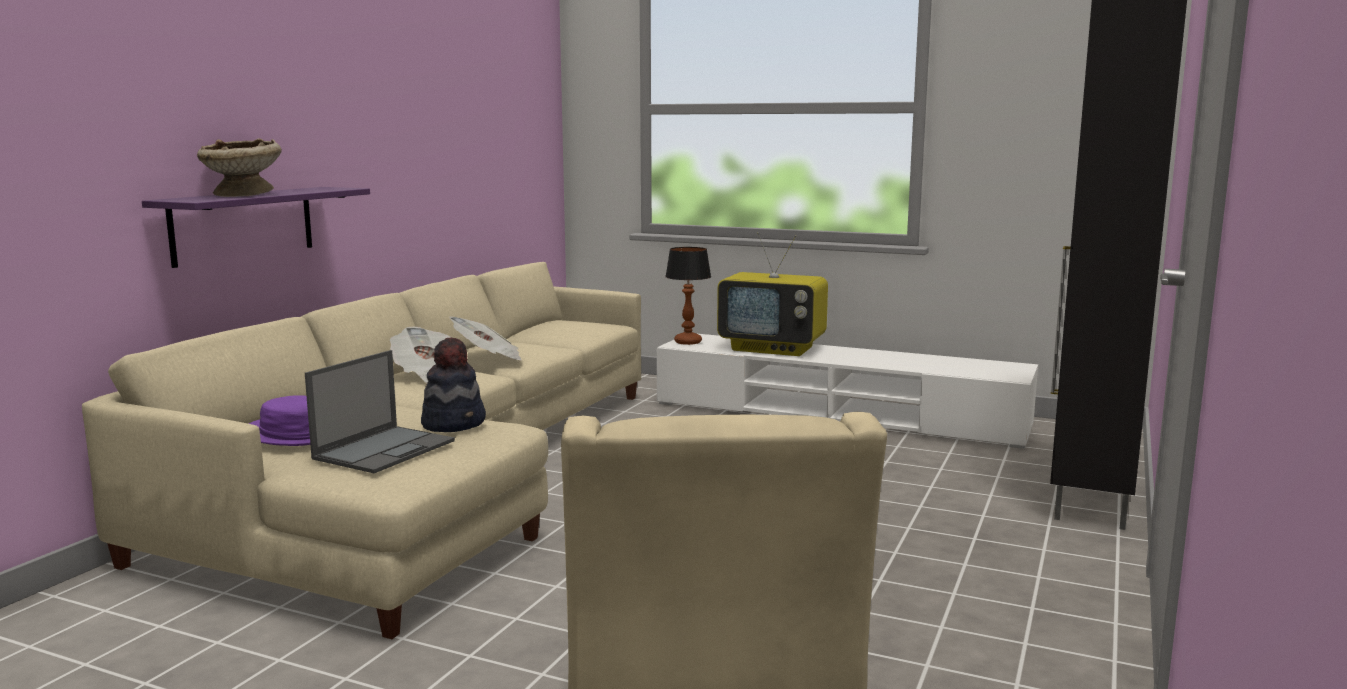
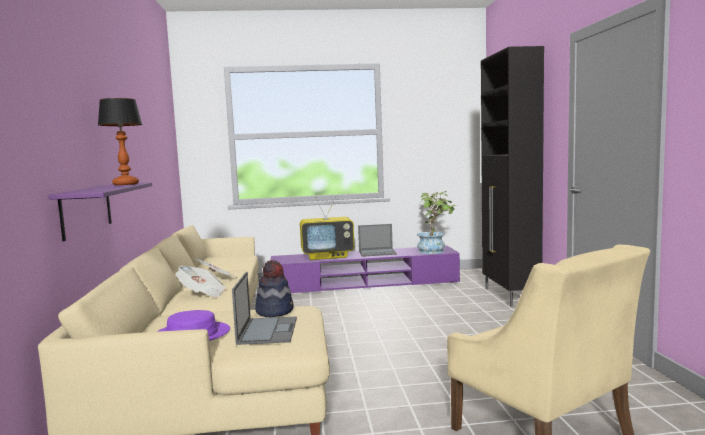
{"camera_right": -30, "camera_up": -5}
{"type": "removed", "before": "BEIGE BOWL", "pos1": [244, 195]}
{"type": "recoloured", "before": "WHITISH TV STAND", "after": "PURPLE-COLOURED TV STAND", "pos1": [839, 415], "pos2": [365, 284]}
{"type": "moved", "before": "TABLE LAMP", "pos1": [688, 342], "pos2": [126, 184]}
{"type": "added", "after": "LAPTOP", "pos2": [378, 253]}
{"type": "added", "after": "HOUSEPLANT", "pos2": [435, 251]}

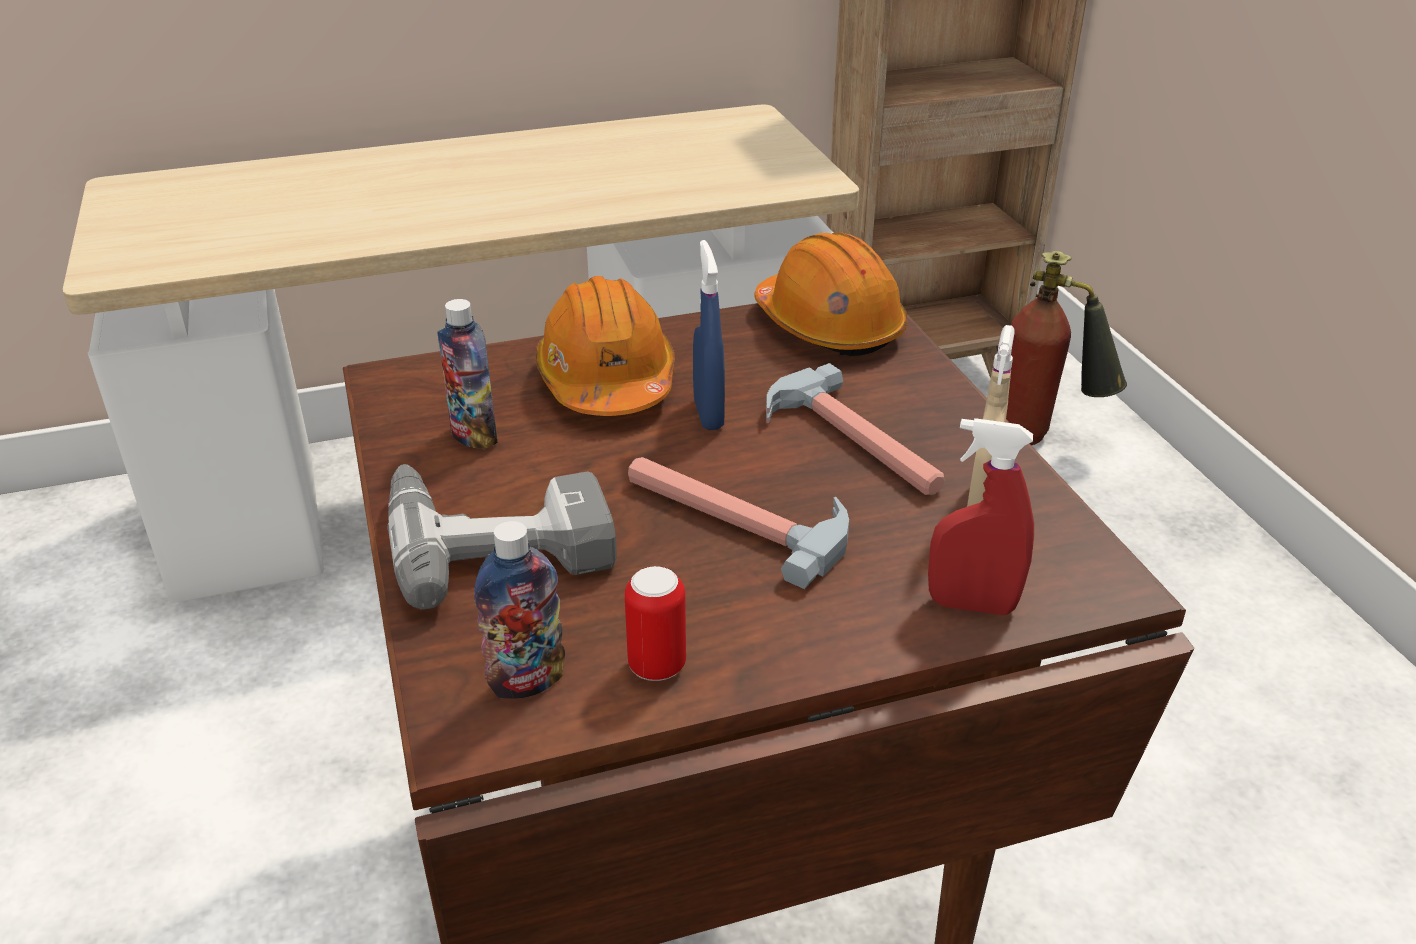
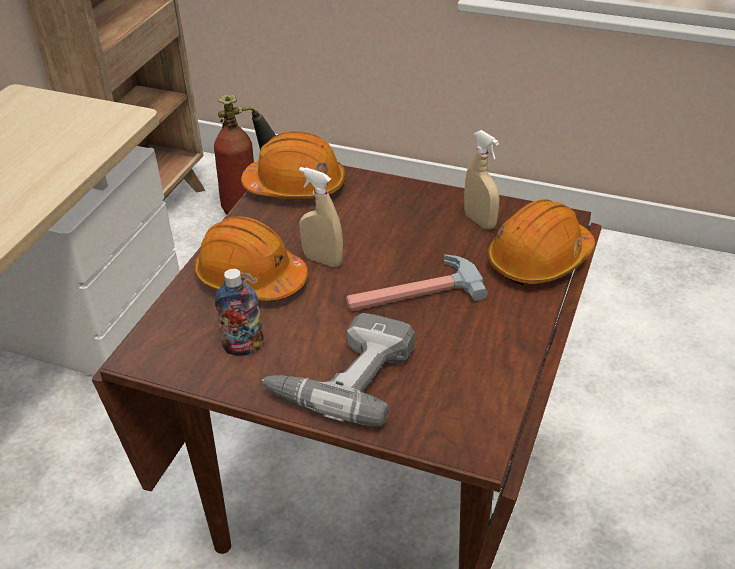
{"camera_right": -50, "camera_up": 5}
{"type": "removed", "before": "BEVERAGE BOTTLE", "pos1": [527, 681]}
{"type": "removed", "before": "SEALED CAN", "pos1": [657, 666]}
{"type": "recoloured", "before": "BLUE-COLOURED SPRAYER", "after": "BEIGE SPRAYER", "pos1": [708, 414], "pos2": [322, 260]}
{"type": "removed", "before": "HAND HAMMER", "pos1": [852, 443]}
{"type": "replaced", "before": "RED-COLOURED SPRAYER", "after": "ORANGEY WORK HELMET", "pos1": [971, 605], "pos2": [539, 260]}

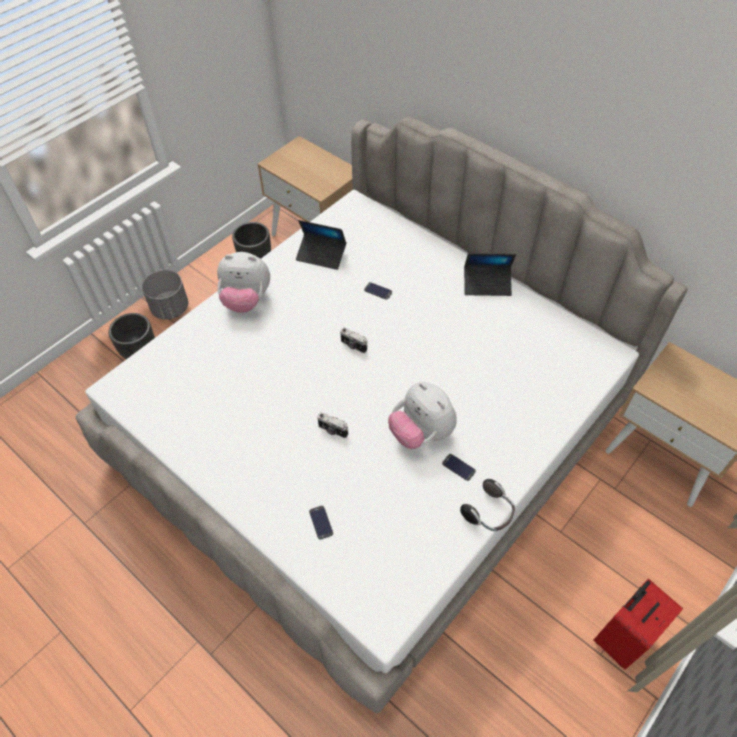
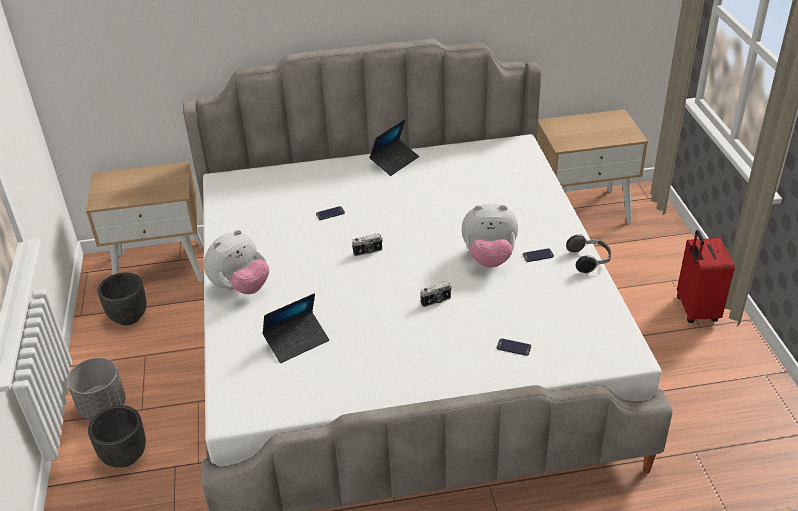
{"camera_right": -50, "camera_up": -15}
{"type": "moved", "before": "LAPTOP", "pos1": [321, 255], "pos2": [297, 341]}

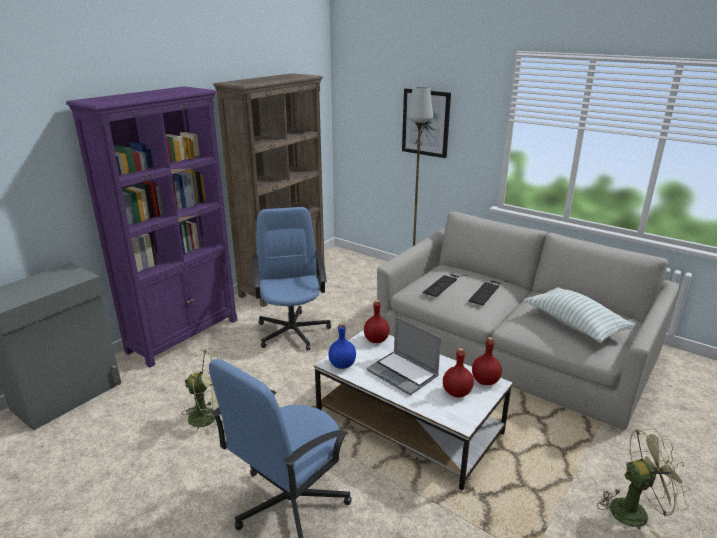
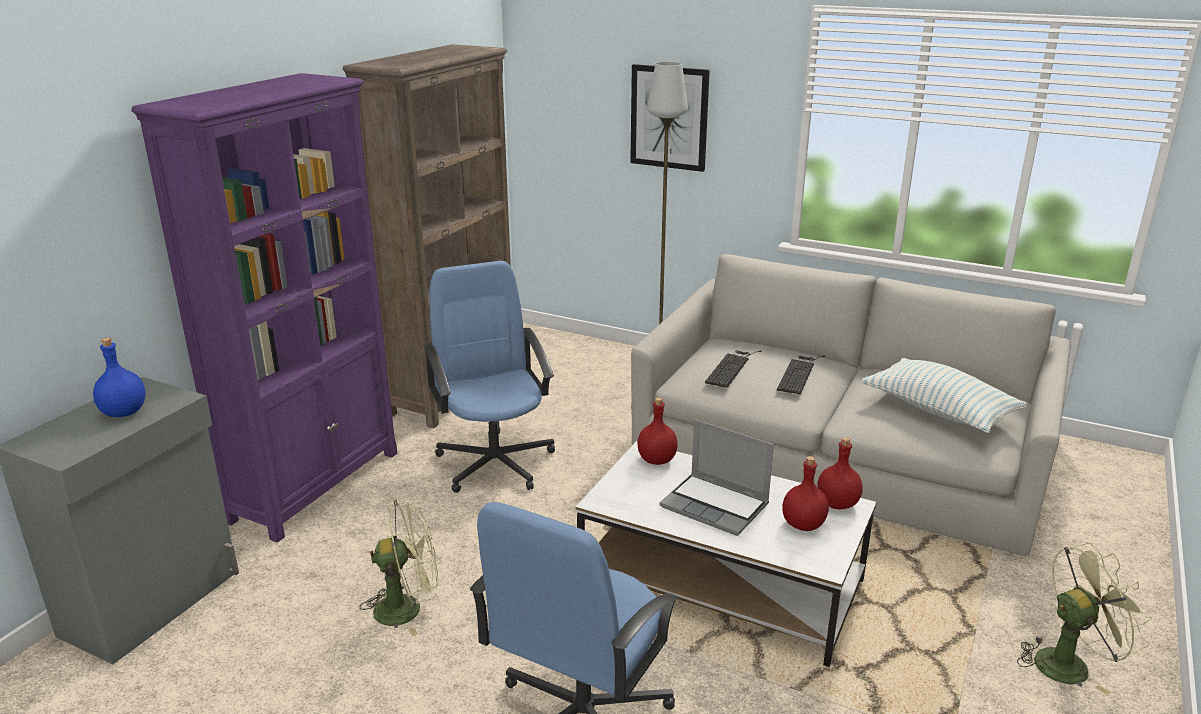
{"camera_right": -10, "camera_up": 0}
{"type": "moved", "before": "BLUE-COLOURED BEVERAGE BOTTLE", "pos1": [342, 365], "pos2": [123, 413]}

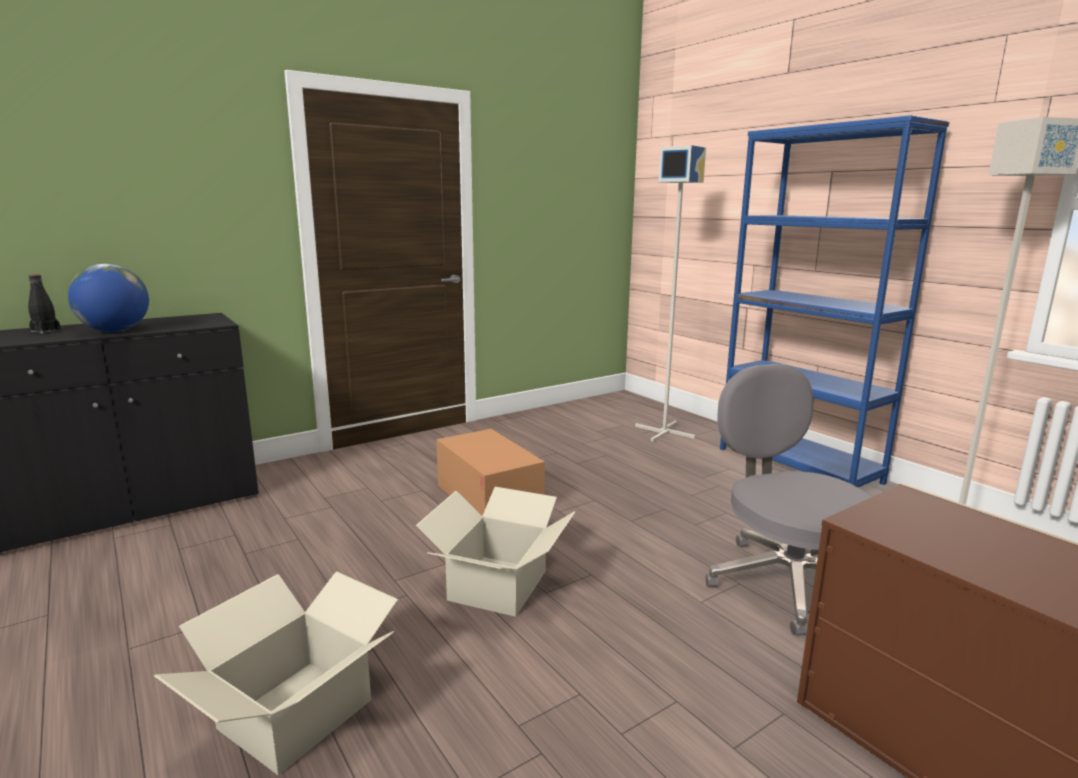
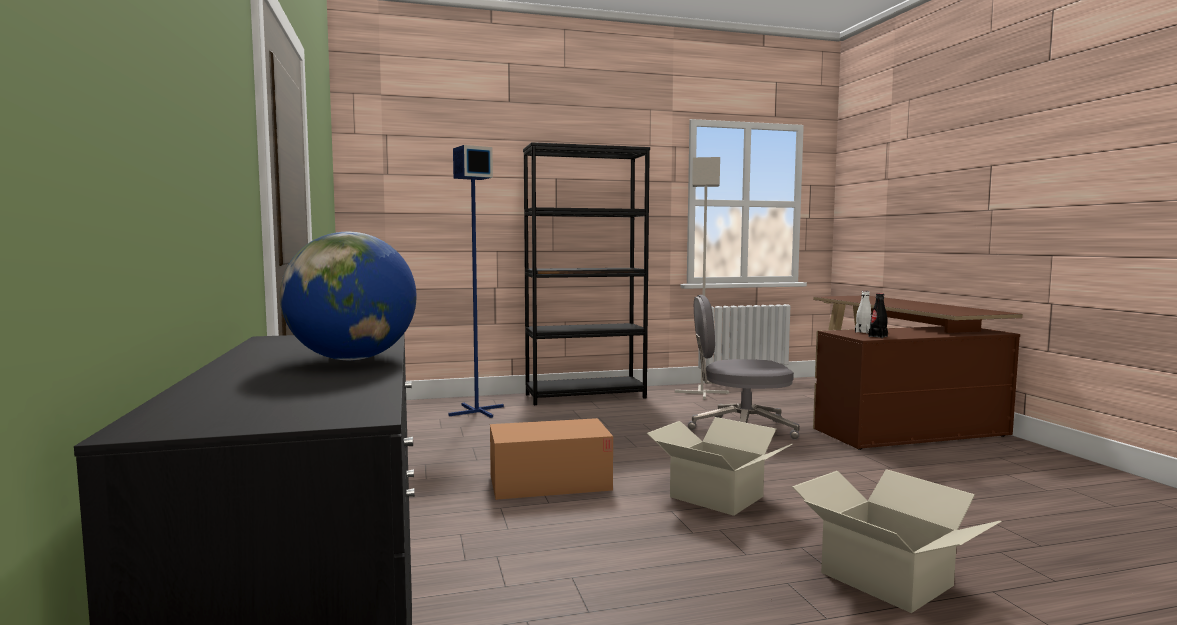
{"camera_right": -70, "camera_up": -10}
{"type": "moved", "before": "BLACKISH BEVERAGE BOTTLE", "pos1": [46, 331], "pos2": [878, 336]}
{"type": "recoloured", "before": "GRAY FLOOR LAMP", "after": "BLUE-COLOURED FLOOR LAMP", "pos1": [664, 431], "pos2": [476, 411]}
{"type": "recoloured", "before": "BLUE-COLOURED BOOKCASE", "after": "BLACKISH BOOKCASE", "pos1": [798, 465], "pos2": [585, 396]}
{"type": "added", "after": "WHITISH BEVERAGE BOTTLE", "pos2": [863, 332]}

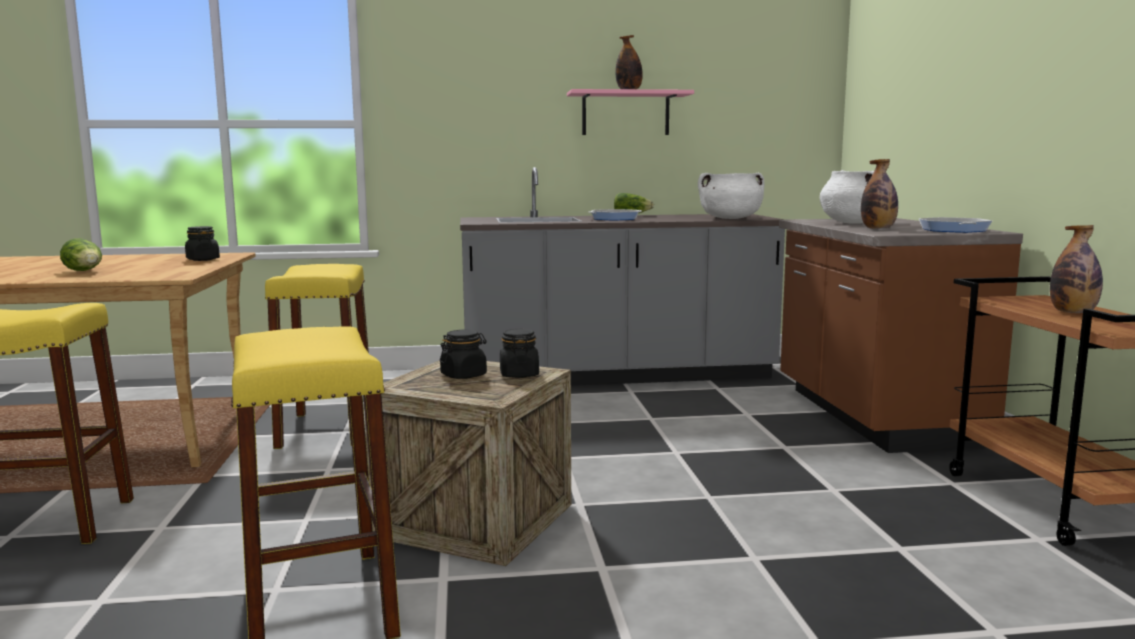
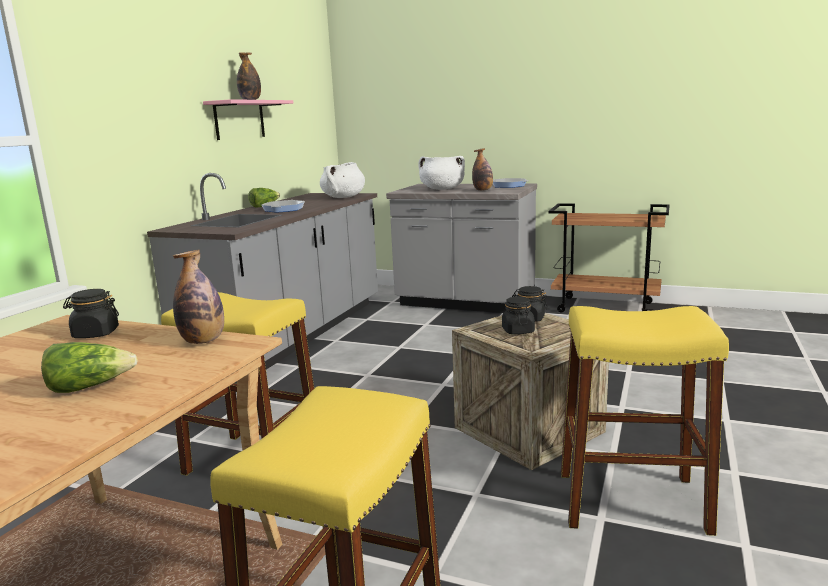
{"camera_right": -60, "camera_up": 5}
{"type": "recoloured", "before": "BROWN KITCHEN COUNTER", "after": "GRAY KITCHEN COUNTER", "pos1": [874, 416], "pos2": [465, 302]}
{"type": "moved", "before": "BEVERAGE BOTTLE", "pos1": [1073, 312], "pos2": [203, 341]}

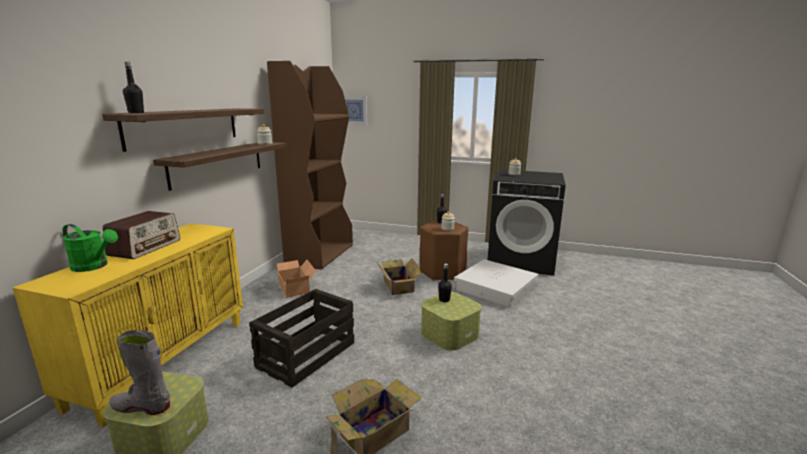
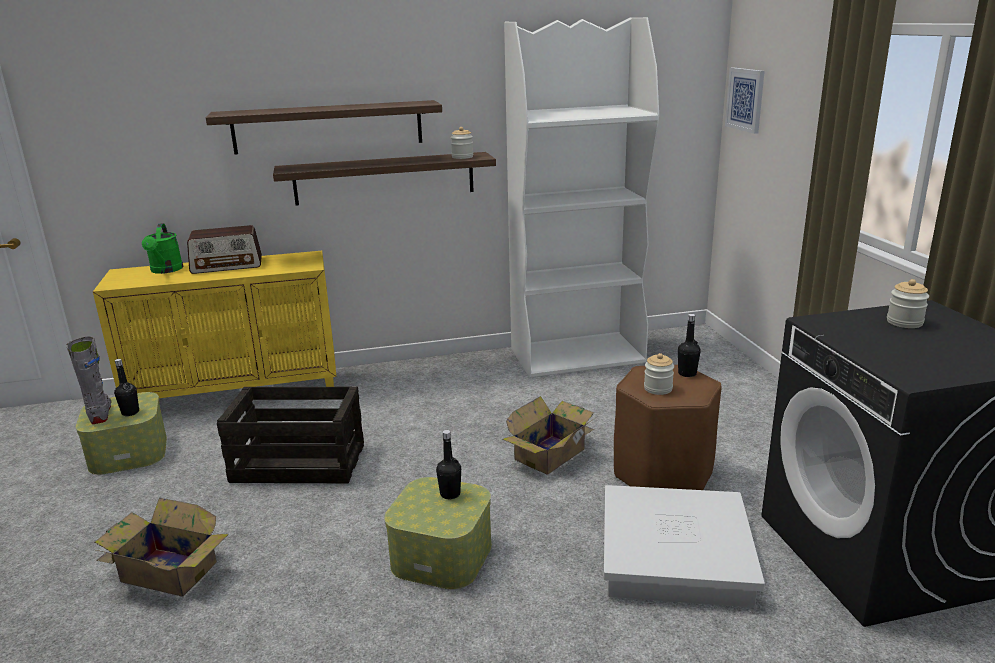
{"camera_right": 60, "camera_up": 5}
{"type": "moved", "before": "BLACKISH BEVERAGE BOTTLE", "pos1": [136, 112], "pos2": [130, 412]}
{"type": "recoloured", "before": "BROWN BOOKCASE", "after": "WHITISH BOOKCASE", "pos1": [320, 254], "pos2": [578, 355]}
{"type": "removed", "before": "PACKING BOX", "pos1": [295, 287]}

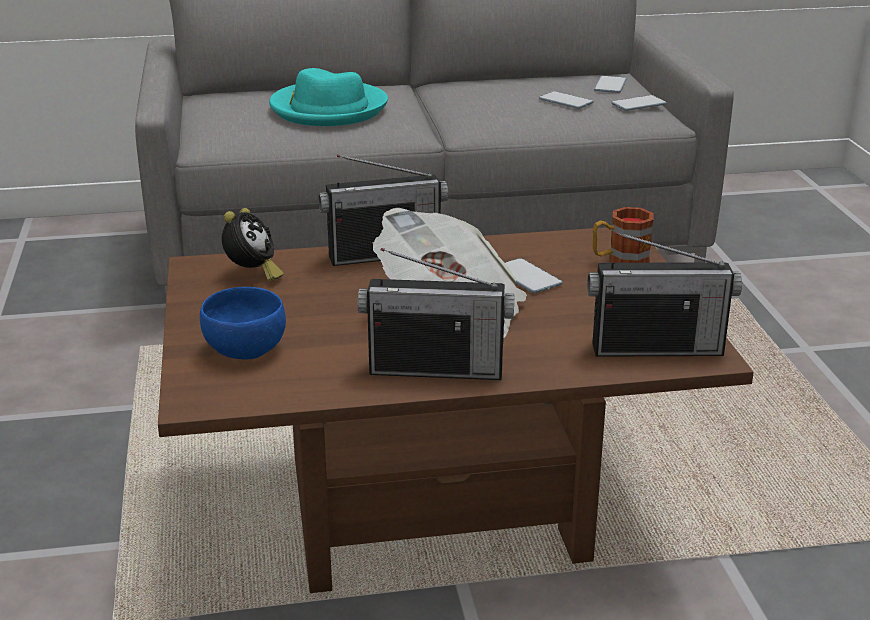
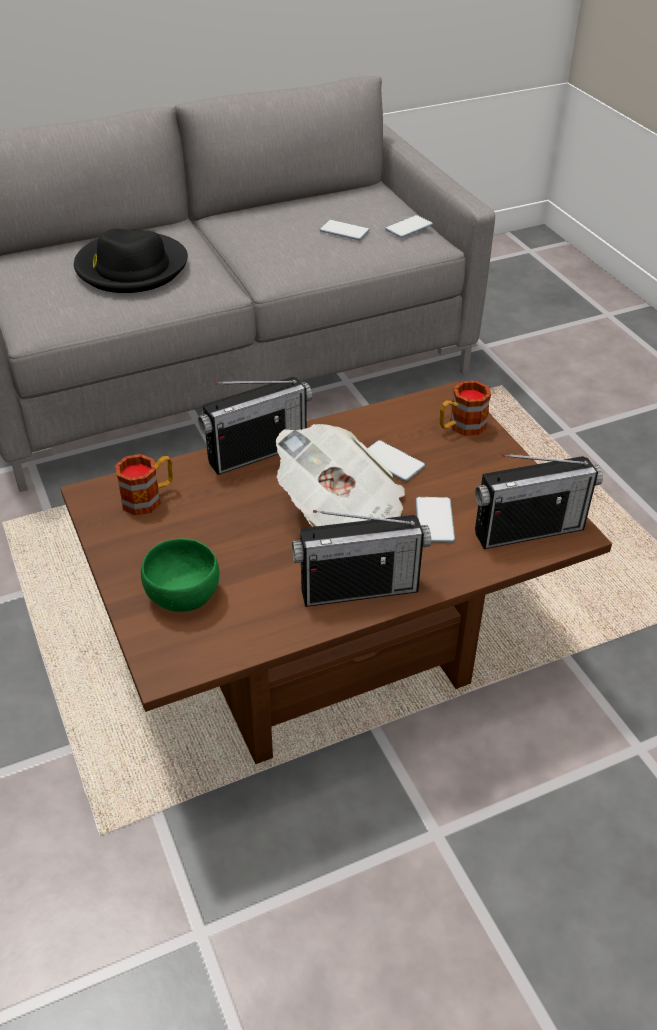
{"camera_right": -15, "camera_up": 15}
{"type": "recoloured", "before": "BLUE-COLOURED BOWL", "after": "GREENISH BOWL", "pos1": [246, 349], "pos2": [184, 595]}
{"type": "replaced", "before": "ALARM CLOCK", "after": "TEA MUG", "pos1": [252, 274], "pos2": [149, 498]}
{"type": "recoloured", "before": "TURQUOISE-COLOURED WEARABLE HAT", "after": "BLACKISH WEARABLE HAT", "pos1": [328, 109], "pos2": [131, 267]}
{"type": "moved", "before": "HANDSET", "pos1": [610, 86], "pos2": [434, 521]}

